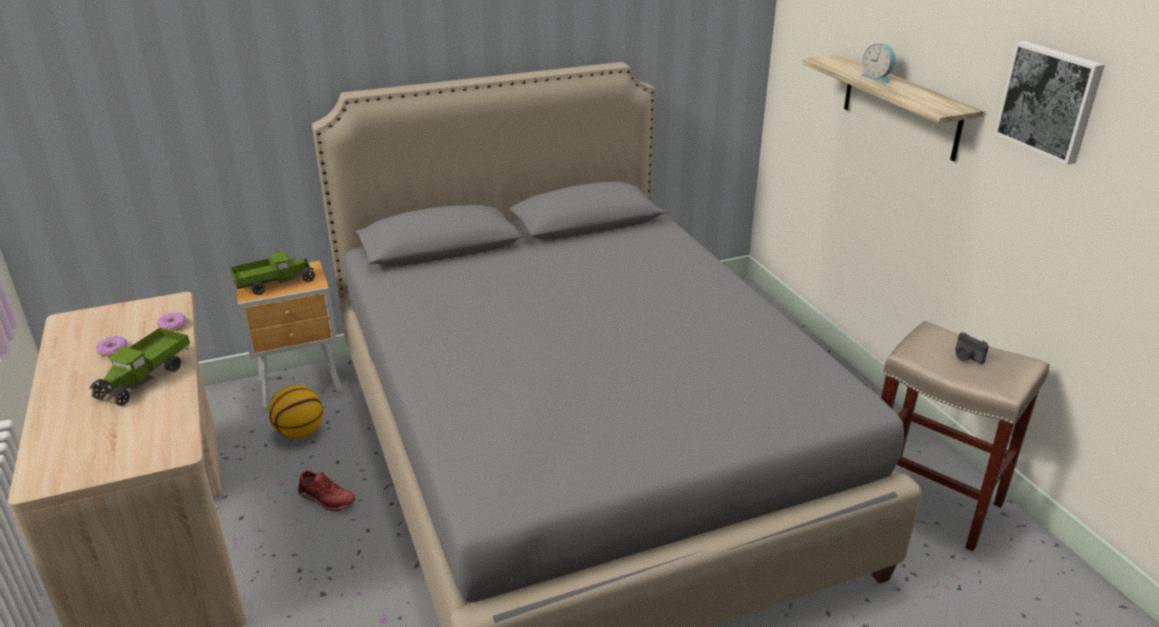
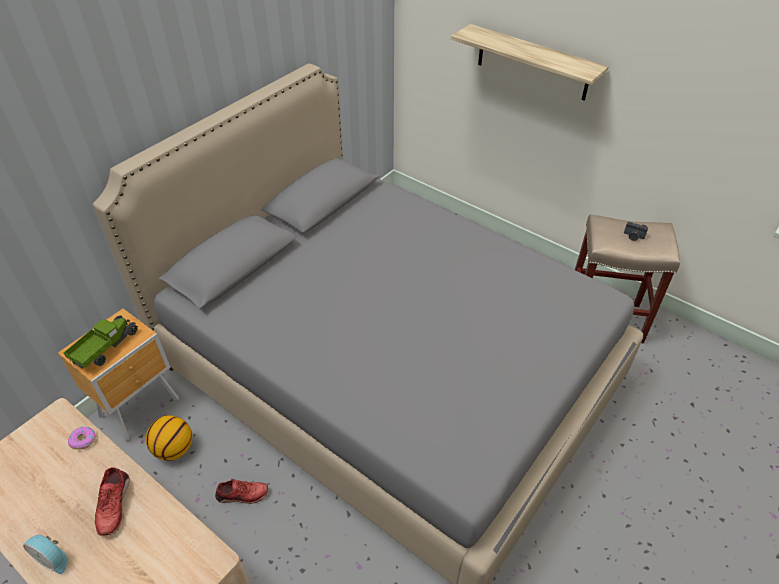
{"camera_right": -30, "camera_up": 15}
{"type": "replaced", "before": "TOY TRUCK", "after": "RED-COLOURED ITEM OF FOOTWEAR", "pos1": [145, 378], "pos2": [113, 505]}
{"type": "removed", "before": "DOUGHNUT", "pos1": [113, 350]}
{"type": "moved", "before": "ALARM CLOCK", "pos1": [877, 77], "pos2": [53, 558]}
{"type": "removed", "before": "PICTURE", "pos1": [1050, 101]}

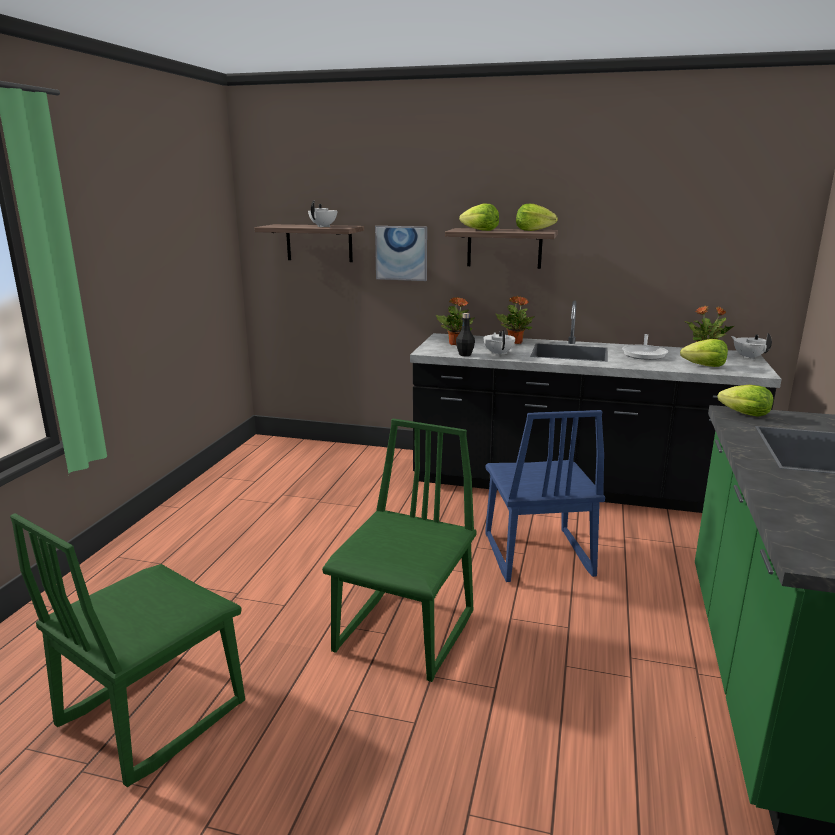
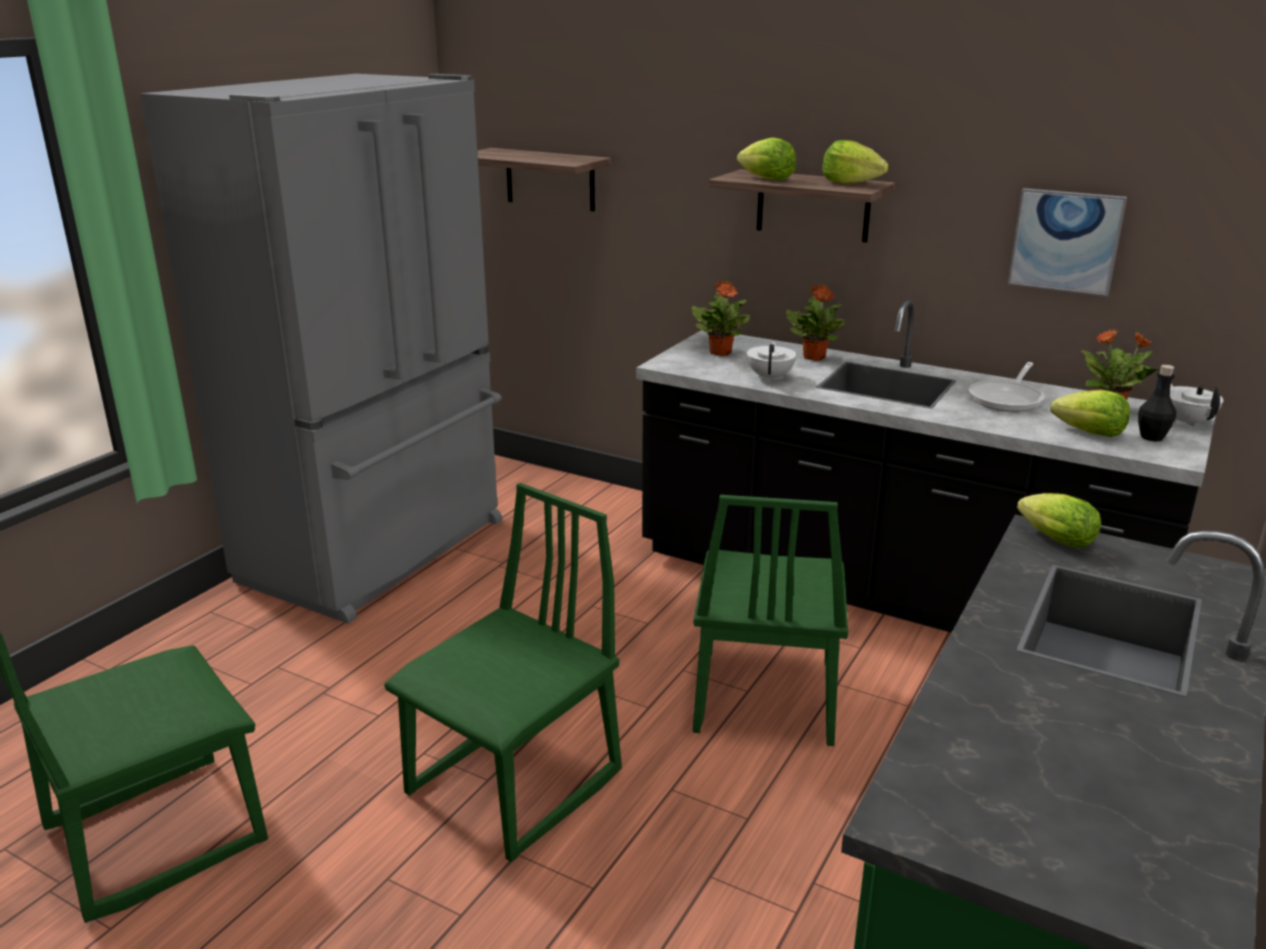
{"camera_right": 15, "camera_up": 5}
{"type": "removed", "before": "WHITISH POT FOR TEA", "pos1": [324, 226]}
{"type": "moved", "before": "PICTURE", "pos1": [401, 253], "pos2": [1065, 241]}
{"type": "moved", "before": "BLACKISH BEVERAGE BOTTLE", "pos1": [465, 354], "pos2": [1152, 437]}
{"type": "recoloured", "before": "BLUE-COLOURED CHAIR", "after": "GREENISH CHAIR", "pos1": [536, 556], "pos2": [763, 698]}
{"type": "added", "after": "GRAY FRIDGE", "pos2": [379, 551]}

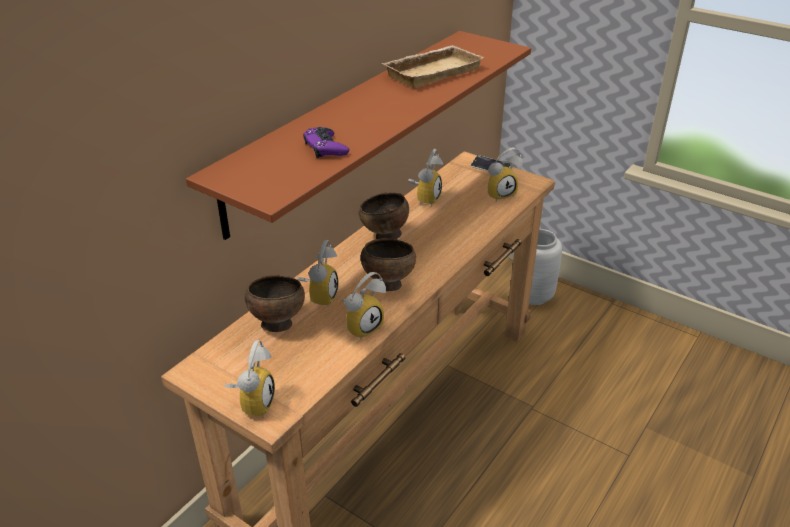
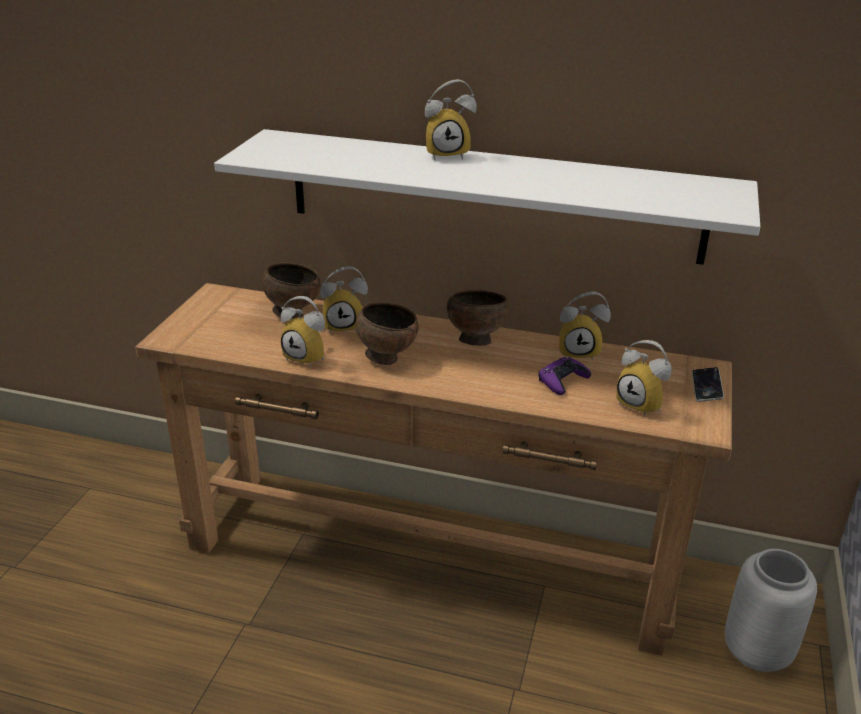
{"camera_right": 70, "camera_up": -5}
{"type": "recoloured", "before": "BROWN BRACKET SHELF", "after": "WHITISH BRACKET SHELF", "pos1": [348, 125], "pos2": [492, 195]}
{"type": "moved", "before": "ALARM CLOCK", "pos1": [253, 402], "pos2": [448, 154]}
{"type": "moved", "before": "PURPLE-COLOURED GAME CONTROLLER", "pos1": [325, 148], "pos2": [563, 381]}
{"type": "removed", "before": "BEIGE SERVING TRAY", "pos1": [432, 71]}

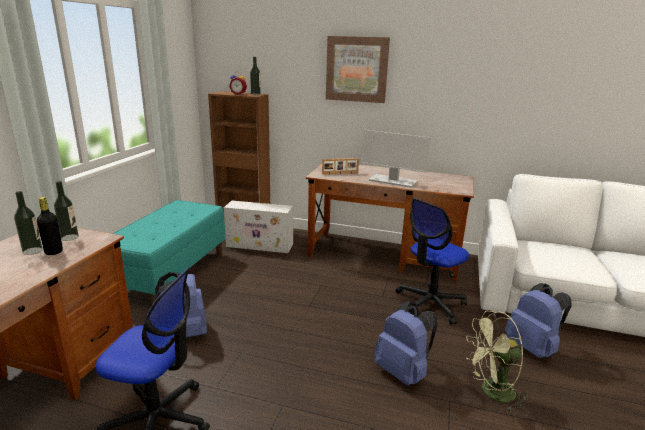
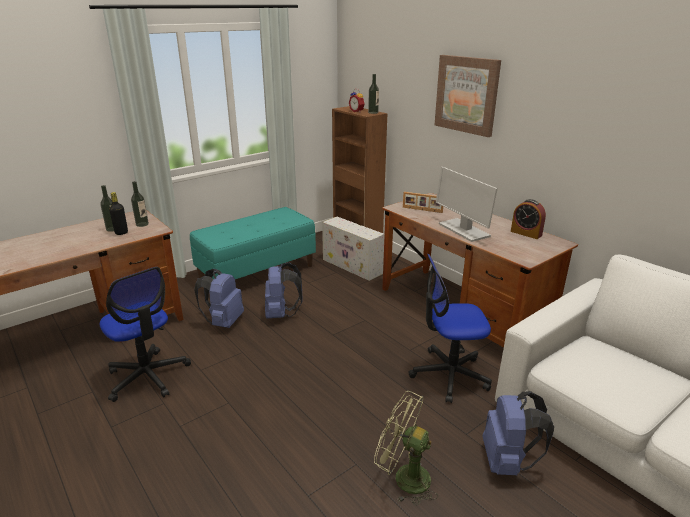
{"camera_right": 35, "camera_up": 5}
{"type": "moved", "before": "BLUE-COLOURED BACKPACK", "pos1": [403, 372], "pos2": [281, 314]}
{"type": "added", "after": "ALARM CLOCK", "pos2": [526, 233]}

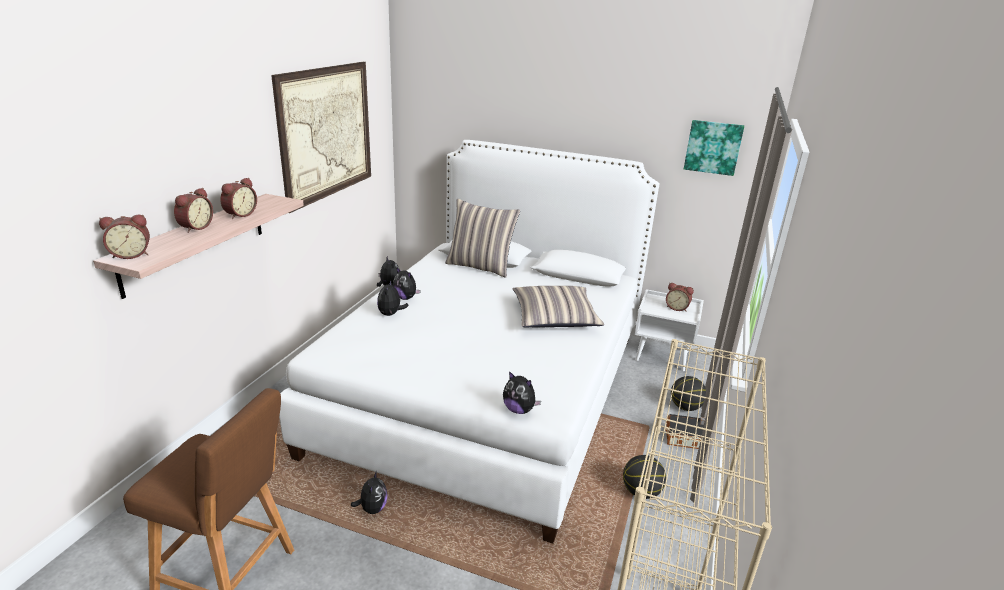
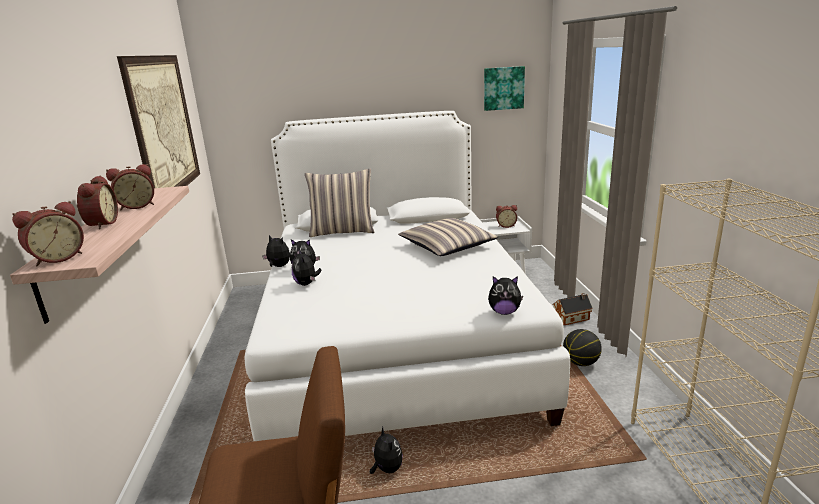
{"camera_right": -25, "camera_up": -5}
{"type": "turned", "before": "ALARM CLOCK", "pos1": [239, 214], "pos2": [137, 206], "turn": 60}
{"type": "removed", "before": "BASKETBALL BALL", "pos1": [685, 407]}

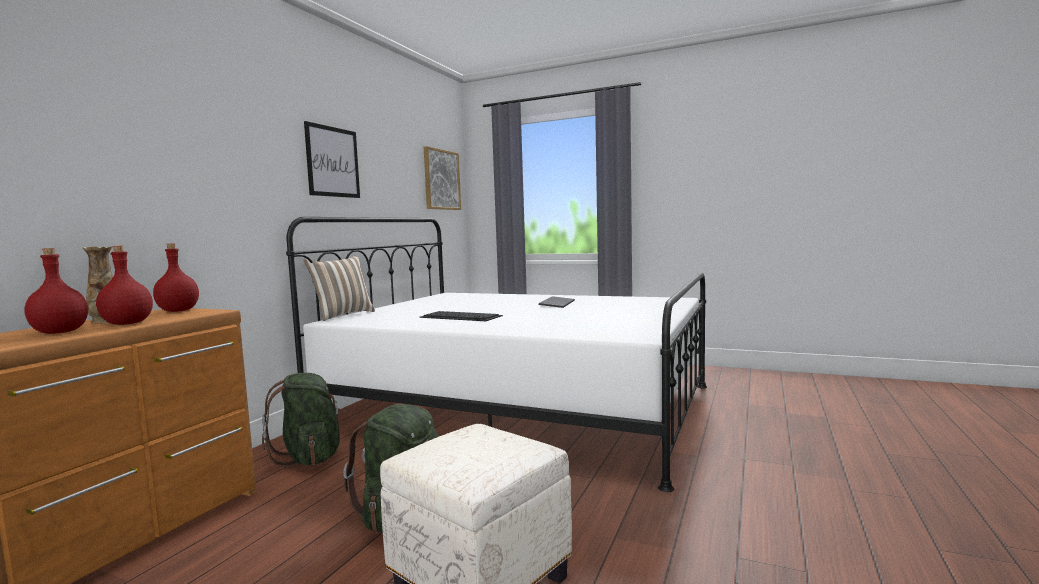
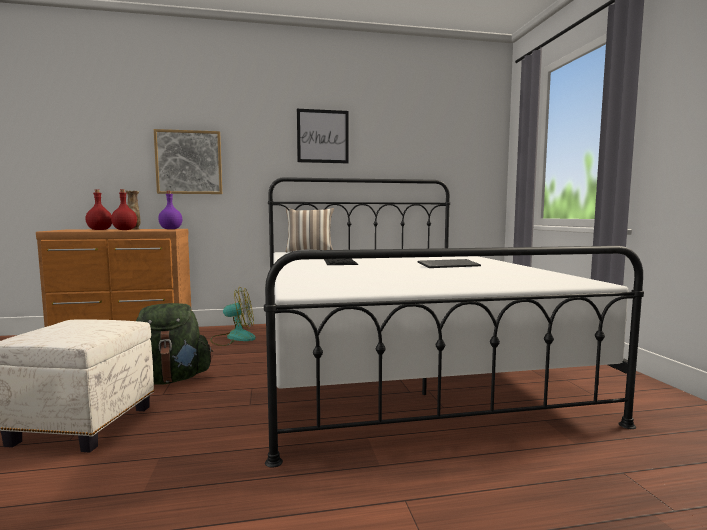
{"camera_right": 55, "camera_up": 0}
{"type": "recoloured", "before": "RED-COLOURED BEVERAGE BOTTLE", "after": "PURPLE-COLOURED BEVERAGE BOTTLE", "pos1": [177, 311], "pos2": [170, 229]}
{"type": "replaced", "before": "GREENISH BACKPACK", "after": "COOLING FAN", "pos1": [310, 457], "pos2": [234, 338]}
{"type": "moved", "before": "PICTURE", "pos1": [441, 180], "pos2": [189, 162]}

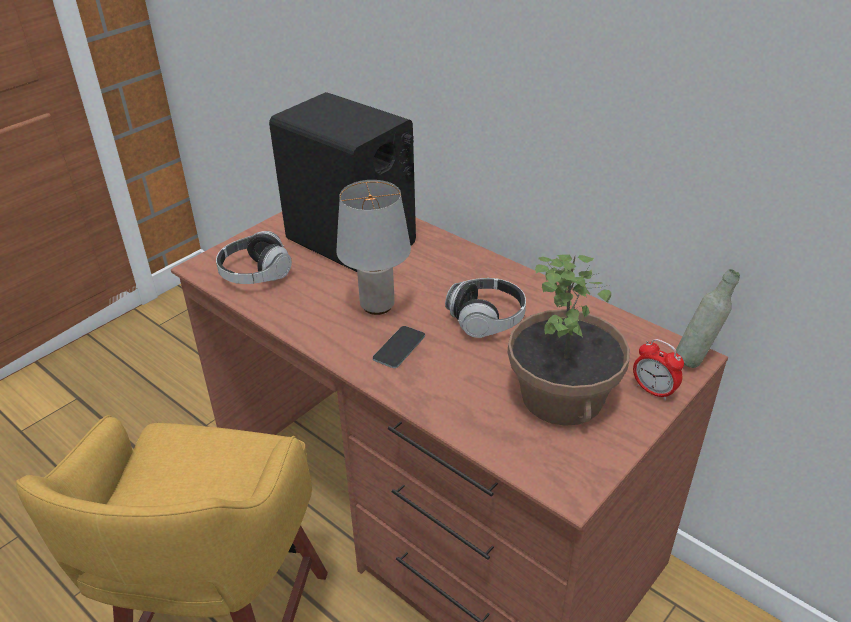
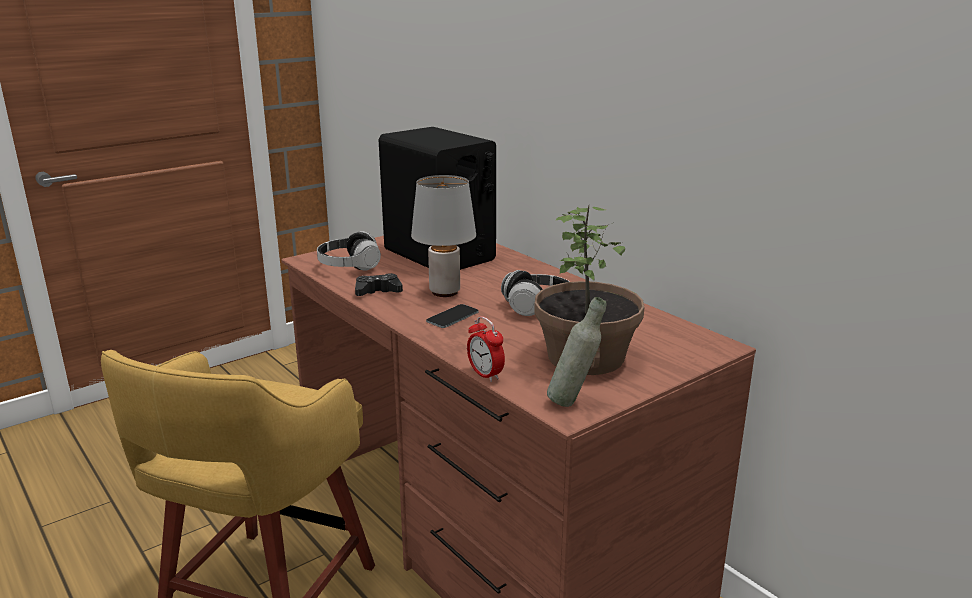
{"camera_right": 10, "camera_up": -15}
{"type": "moved", "before": "ALARM CLOCK", "pos1": [653, 391], "pos2": [485, 375]}
{"type": "moved", "before": "GRAY BEVERAGE BOTTLE", "pos1": [696, 359], "pos2": [573, 402]}
{"type": "added", "after": "BLACKISH GAME CONTROLLER", "pos2": [378, 291]}

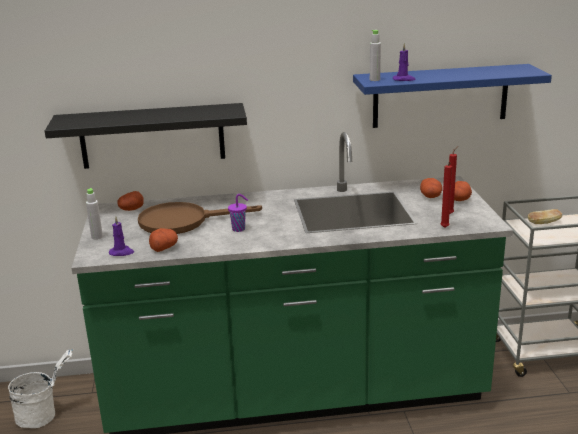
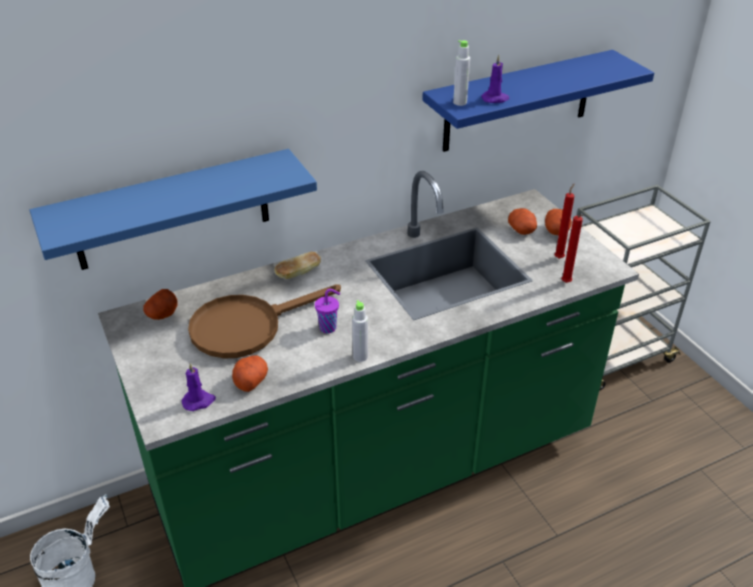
{"camera_right": -20, "camera_up": 15}
{"type": "recoloured", "before": "BLACKISH BRACKET SHELF", "after": "BLUE-COLOURED BRACKET SHELF", "pos1": [152, 136], "pos2": [172, 210]}
{"type": "moved", "before": "GRAY BEVERAGE BOTTLE", "pos1": [97, 237], "pos2": [360, 356]}
{"type": "moved", "before": "BAKERY BREAD", "pos1": [544, 223], "pos2": [298, 273]}

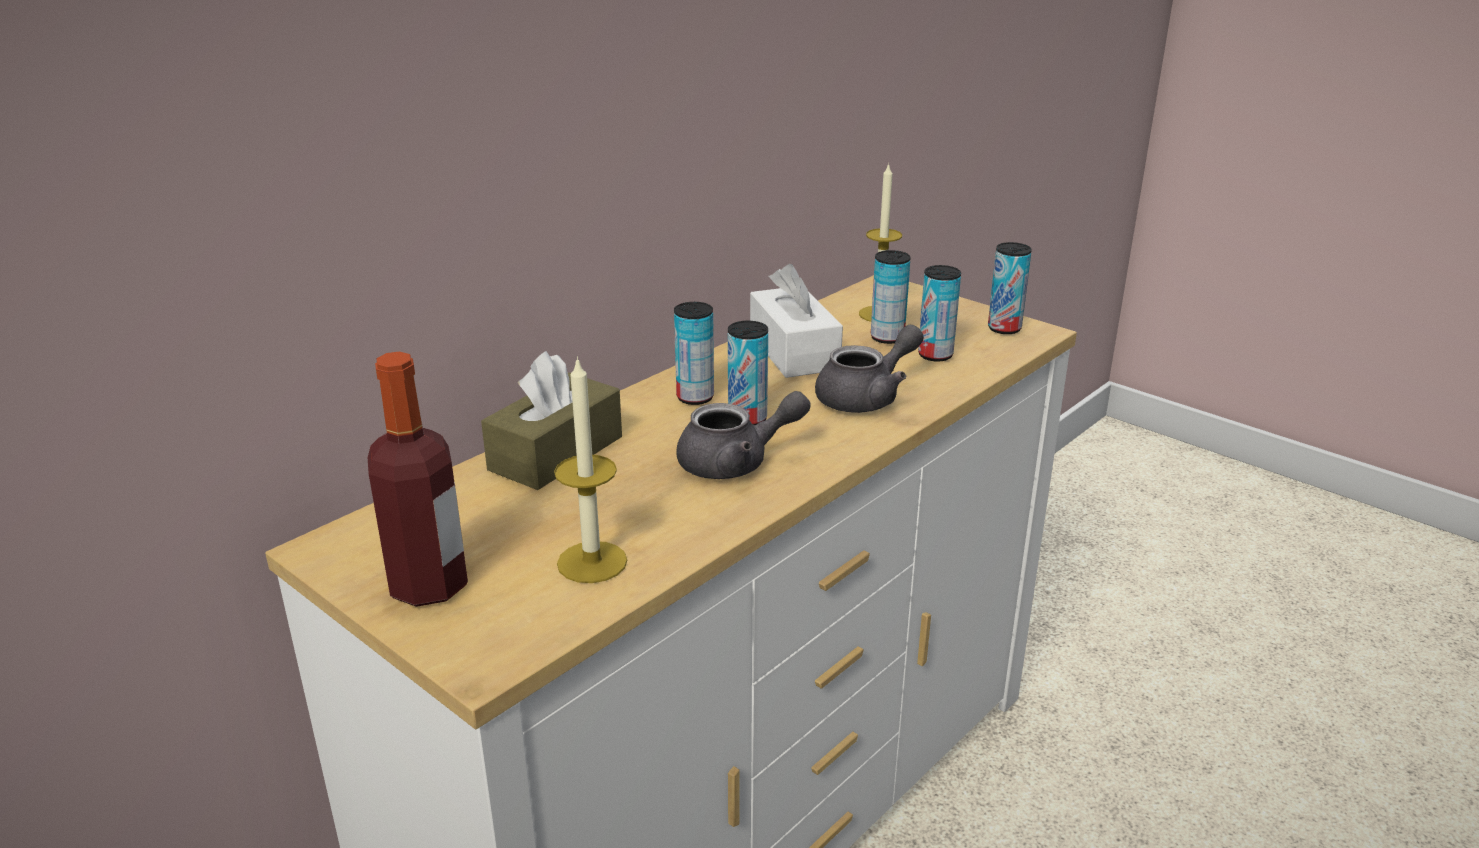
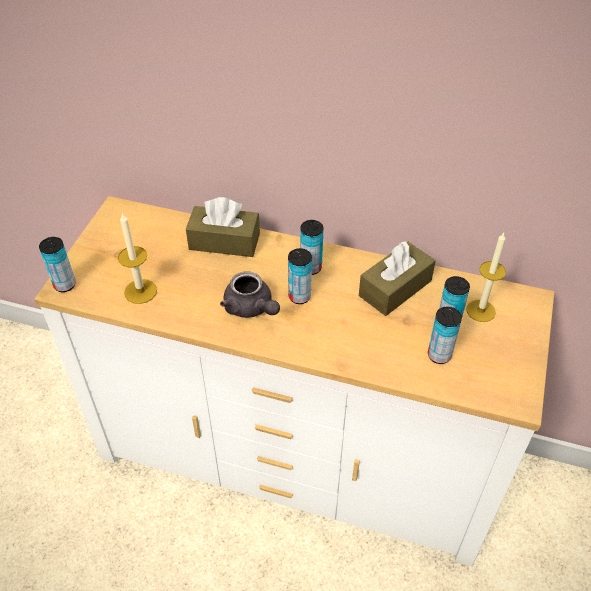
{"camera_right": 65, "camera_up": 20}
{"type": "removed", "before": "BEVERAGE BOTTLE", "pos1": [429, 586]}
{"type": "recoloured", "before": "WHITISH BOX OF TISSUES", "after": "BROWN BOX OF TISSUES", "pos1": [794, 352], "pos2": [395, 288]}
{"type": "removed", "before": "GRAY POT FOR TEA", "pos1": [867, 397]}
{"type": "moved", "before": "SEALED CAN", "pos1": [1004, 328], "pos2": [64, 285]}

